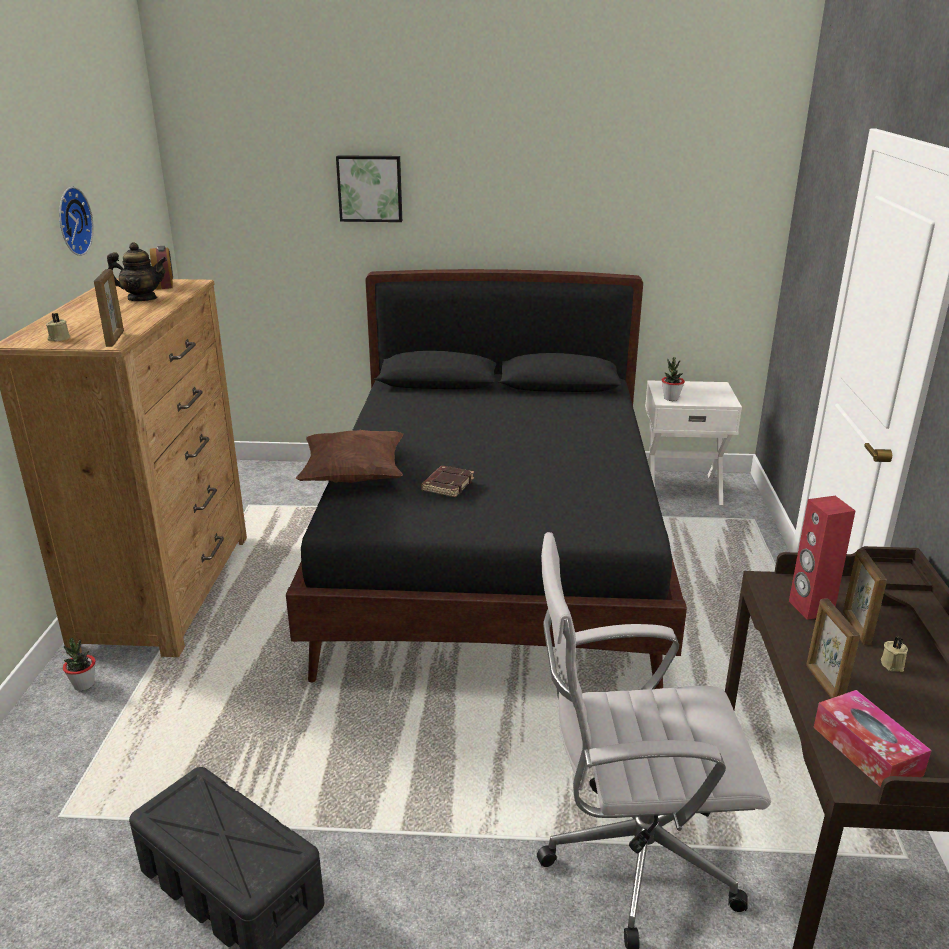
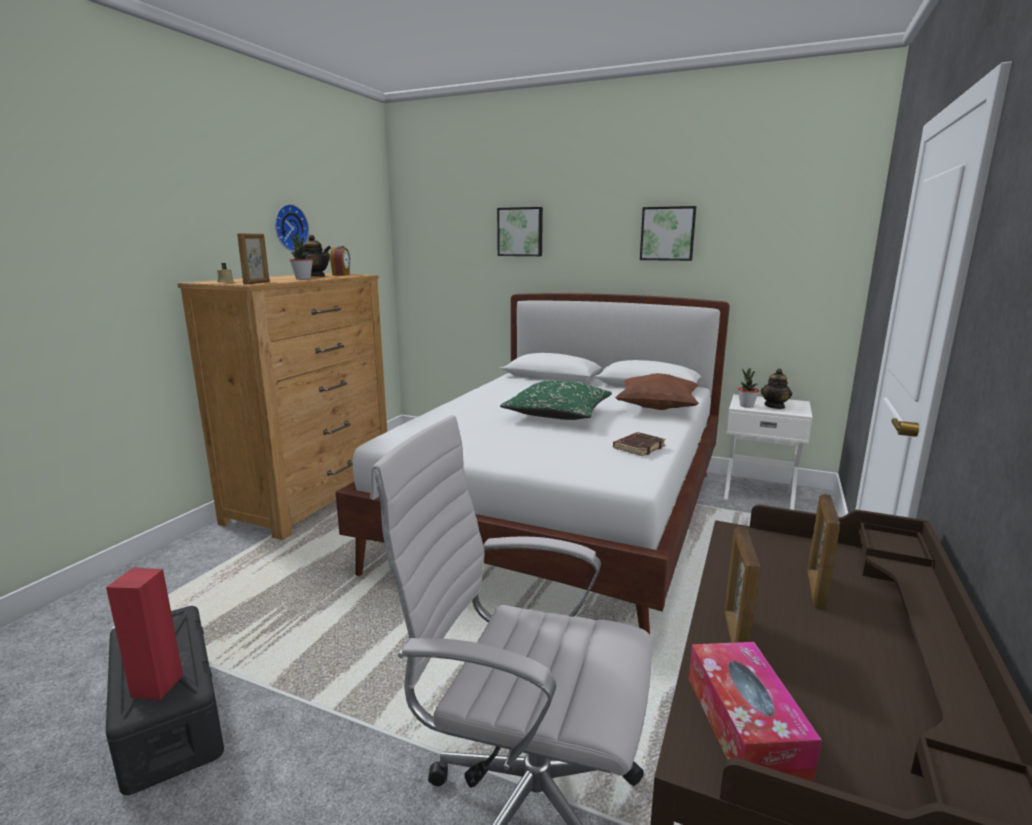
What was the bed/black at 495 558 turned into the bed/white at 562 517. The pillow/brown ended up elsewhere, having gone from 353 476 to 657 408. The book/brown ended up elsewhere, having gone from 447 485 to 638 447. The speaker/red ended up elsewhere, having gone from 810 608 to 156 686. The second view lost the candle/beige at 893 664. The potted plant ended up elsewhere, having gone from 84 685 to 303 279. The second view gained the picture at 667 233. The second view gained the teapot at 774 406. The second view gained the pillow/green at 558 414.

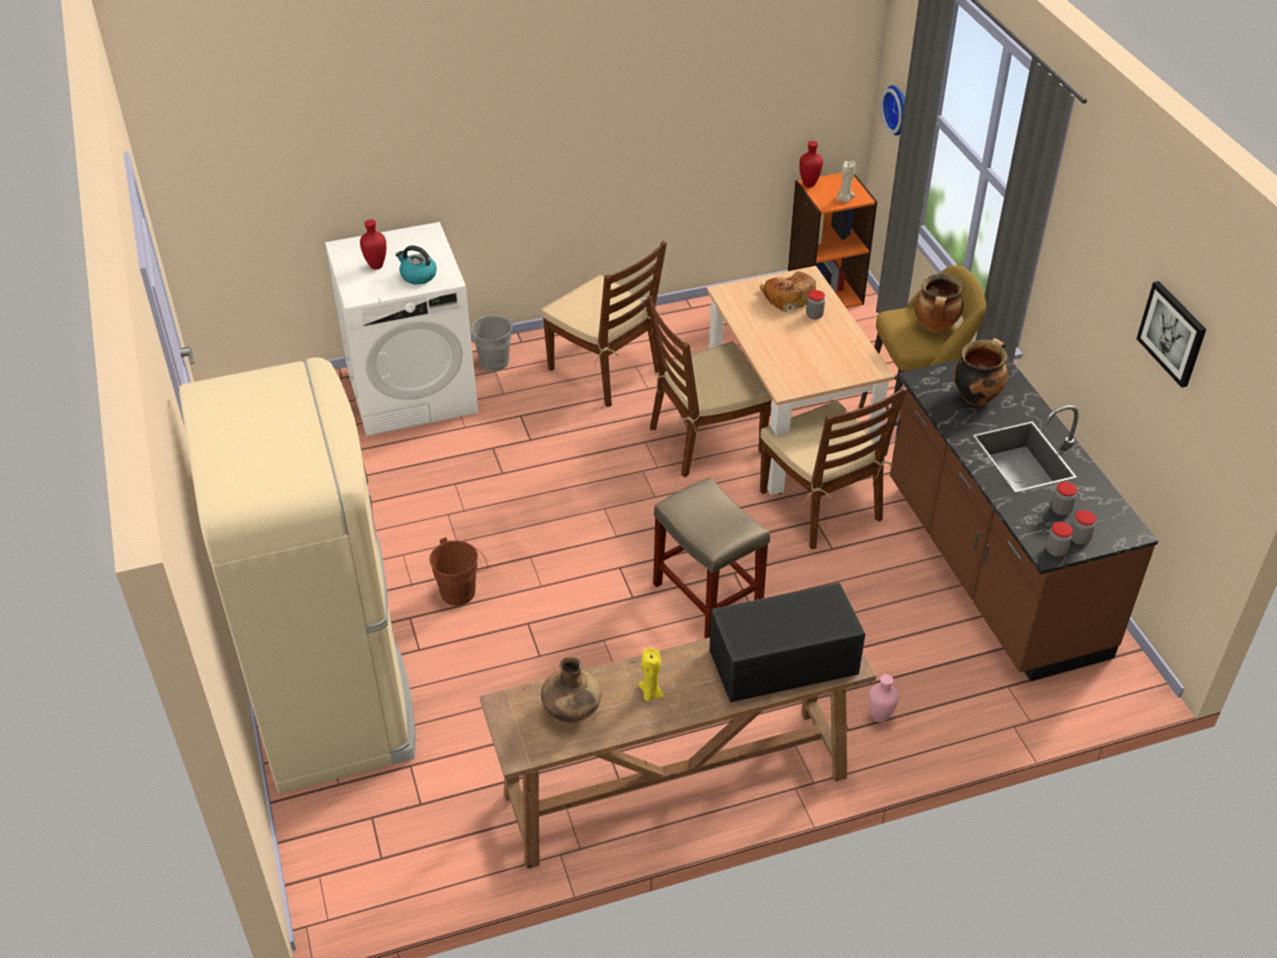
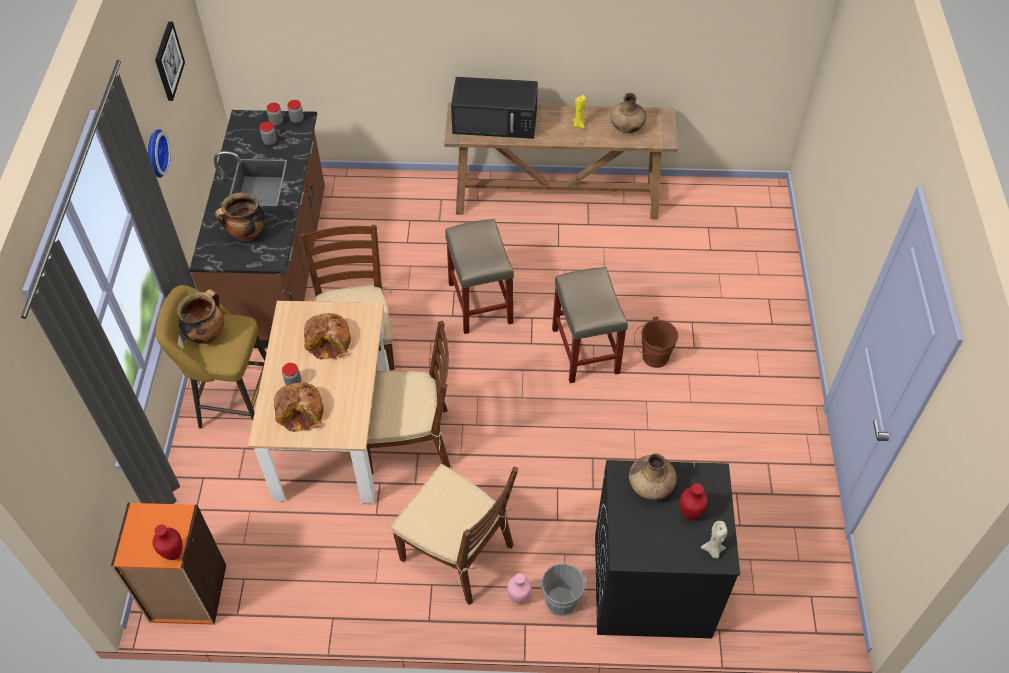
The wall clock ended up elsewhere, having gone from 898 109 to 154 153. The candle/beige ended up elsewhere, having gone from 844 199 to 713 550. What was the washing machine/white at 412 391 turned into the washing machine/black at 650 585. The chair/brown at 606 370 ended up facing another way, 150 degrees clockwise from before. Where the kettle stood at 418 276, the vase/brown came to stand at 650 486. The second view lost the fridge/beige at 334 697. The vase/pink ended up elsewhere, having gone from 880 716 to 518 599. The second view gained the stool/beige at 586 352. The second view gained the bread at 329 341.

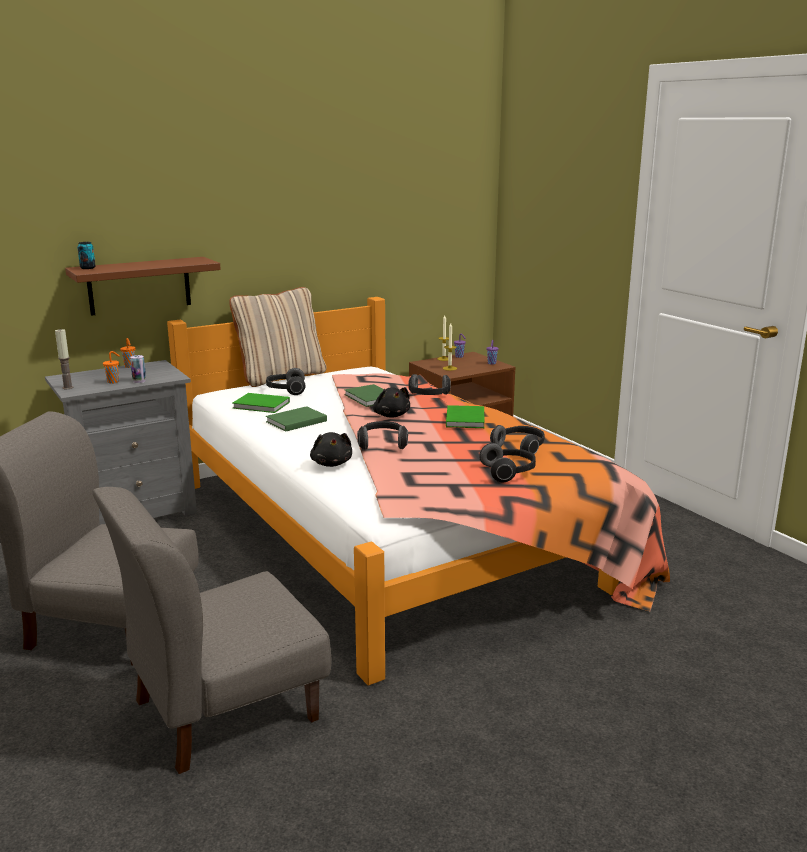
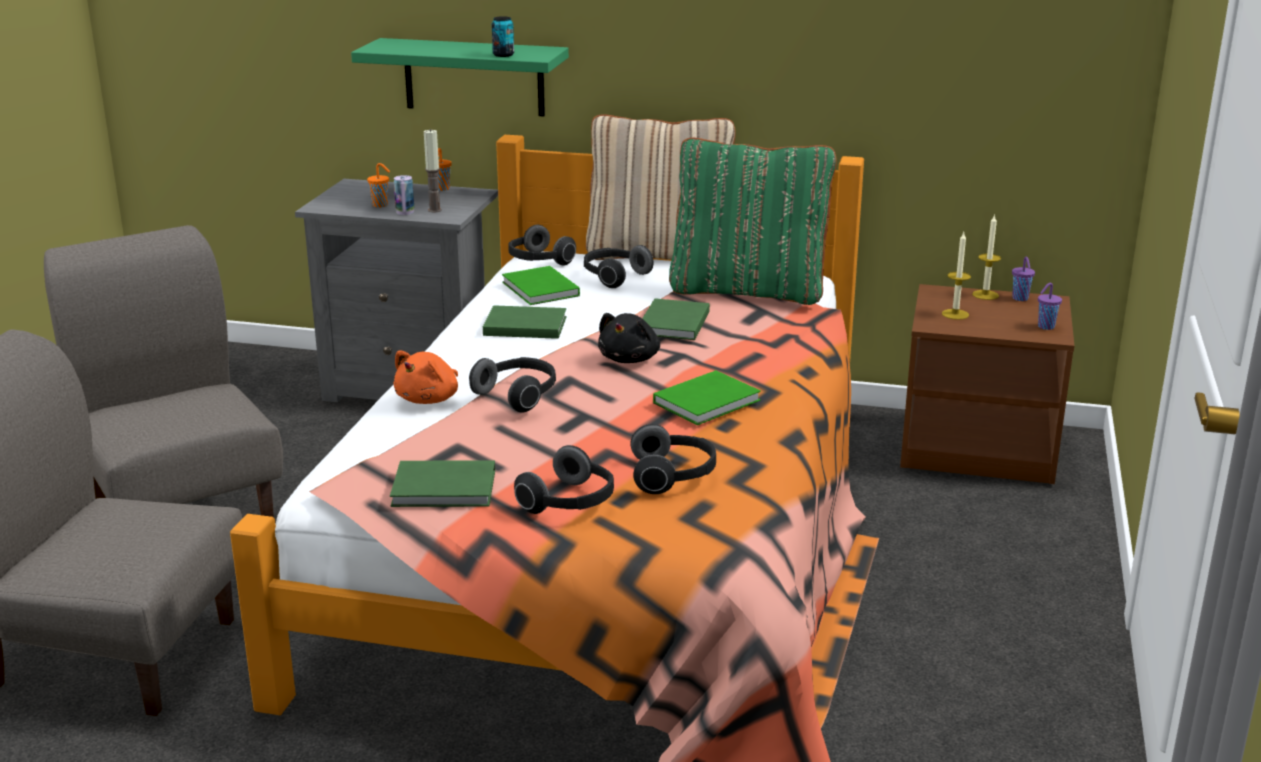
The can ended up elsewhere, having gone from 87 268 to 503 55. What was the shelf/brown at 139 286 turned into the shelf/green at 474 77. The candle ended up elsewhere, having gone from 68 387 to 435 210. The headphones ended up elsewhere, having gone from 429 396 to 538 261. What was the plush toy/black at 331 463 turned into the plush toy/orange at 429 399. The second view gained the pillow/green at 748 290. The second view gained the book/green at 446 489.

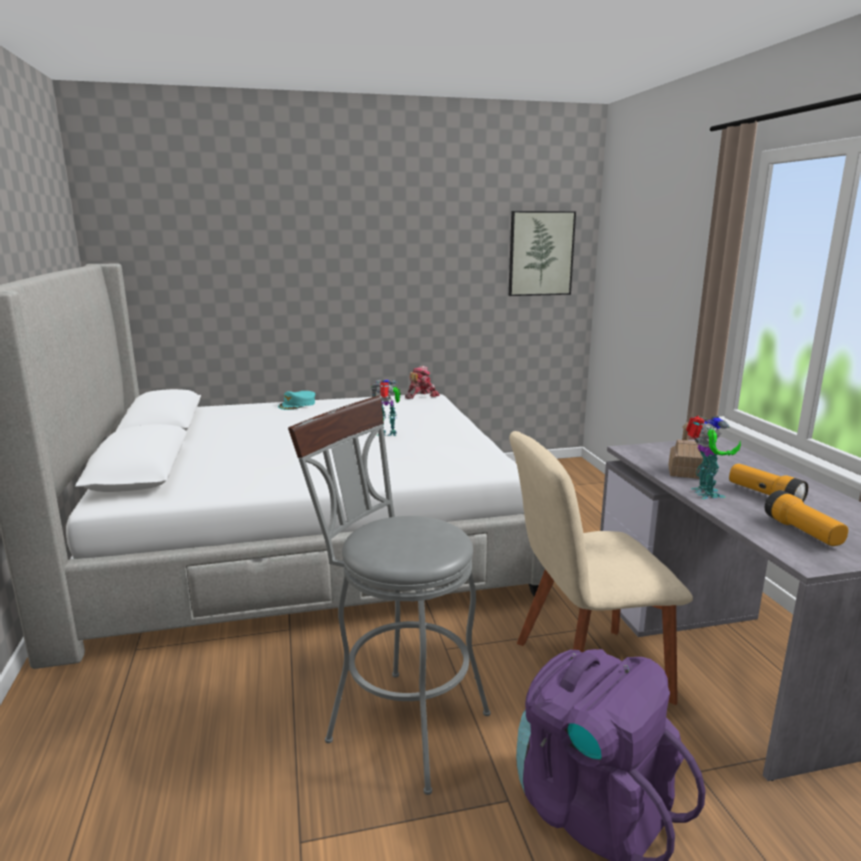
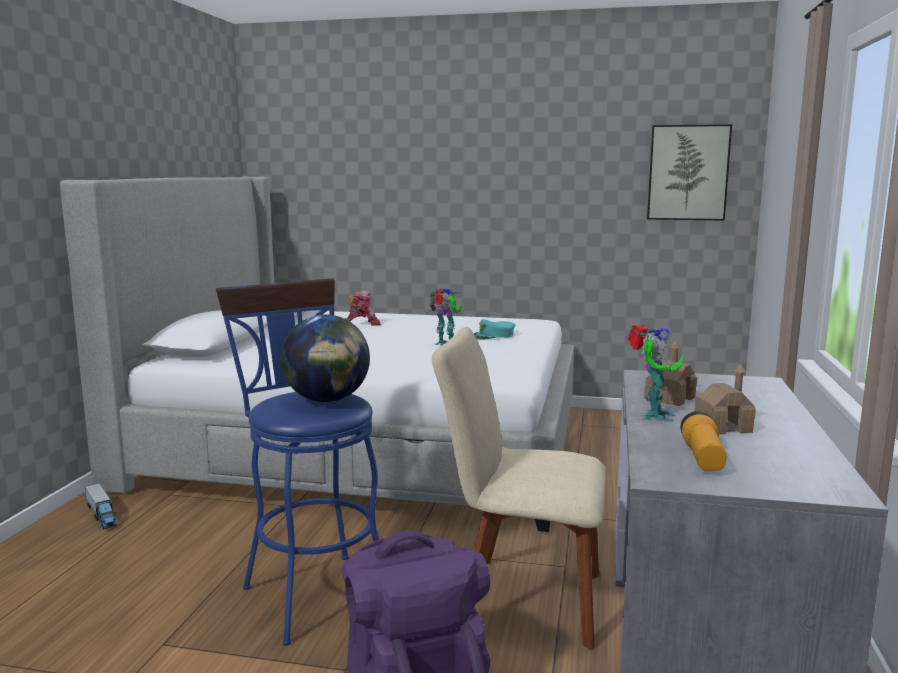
The toy robot ended up elsewhere, having gone from 421 396 to 362 323. The cap/turquoise ended up elsewhere, having gone from 297 405 to 493 335. What was the stool/grey at 397 721 turned into the stool/blue at 312 590. Where the flashlight stood at 764 495, the toy house came to stand at 722 427. The second view gained the globe at 327 400. The second view gained the toy truck at 102 515.

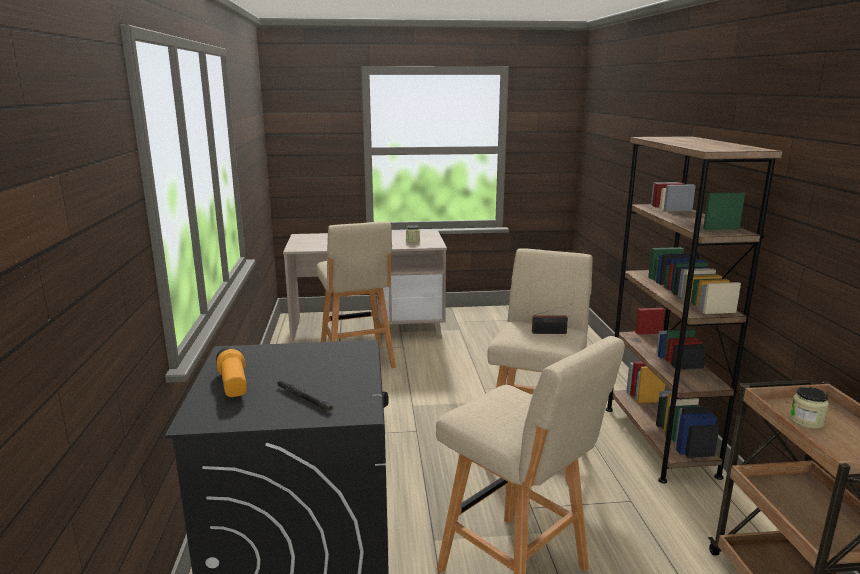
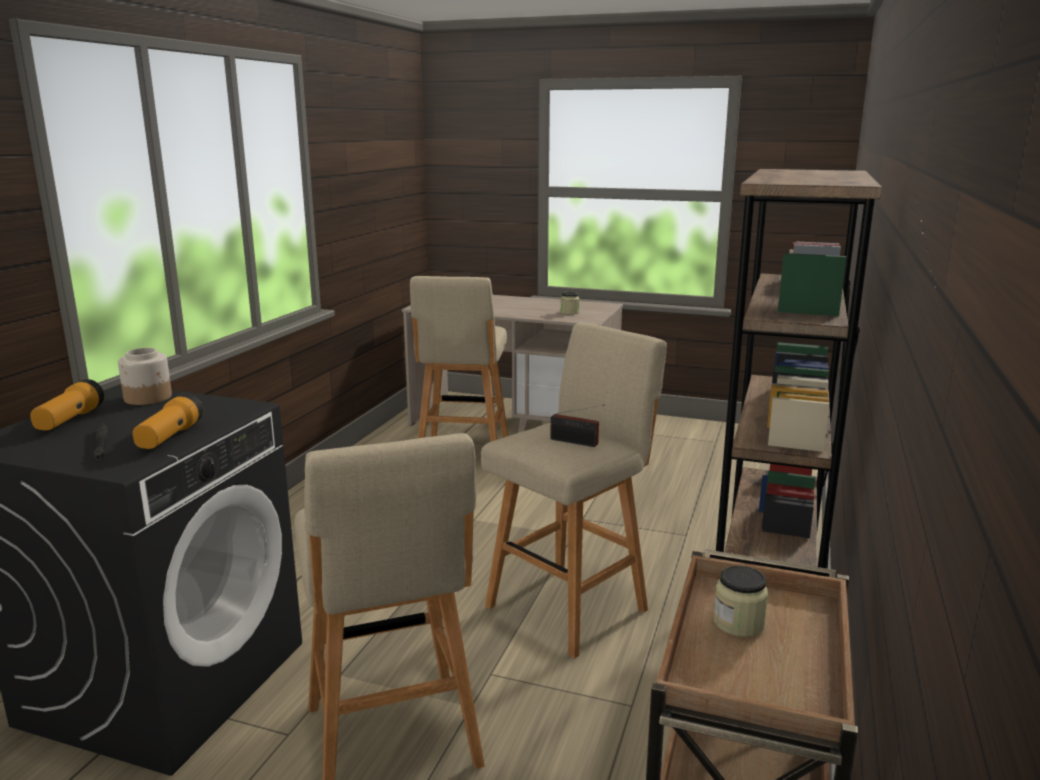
The second view gained the jar at 148 398. The second view gained the flashlight at 170 437.

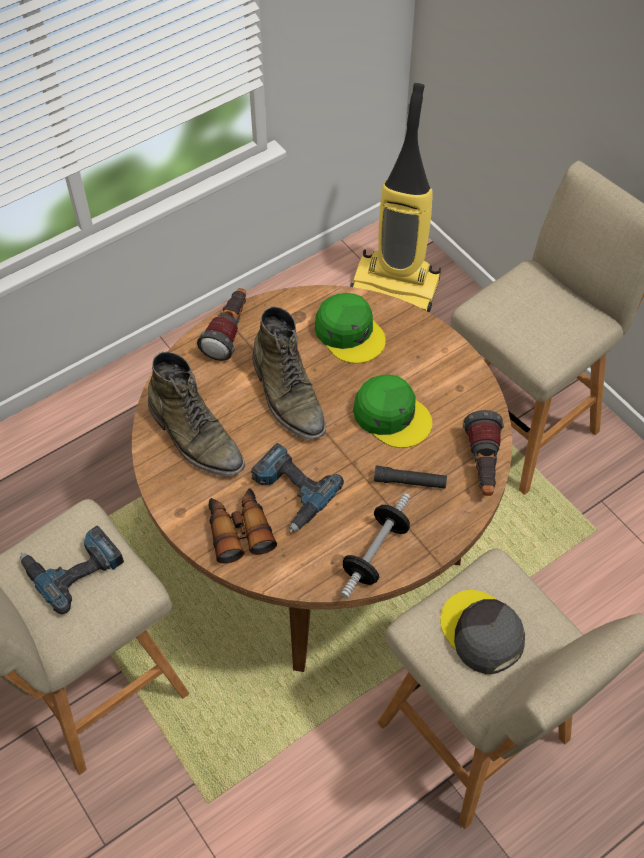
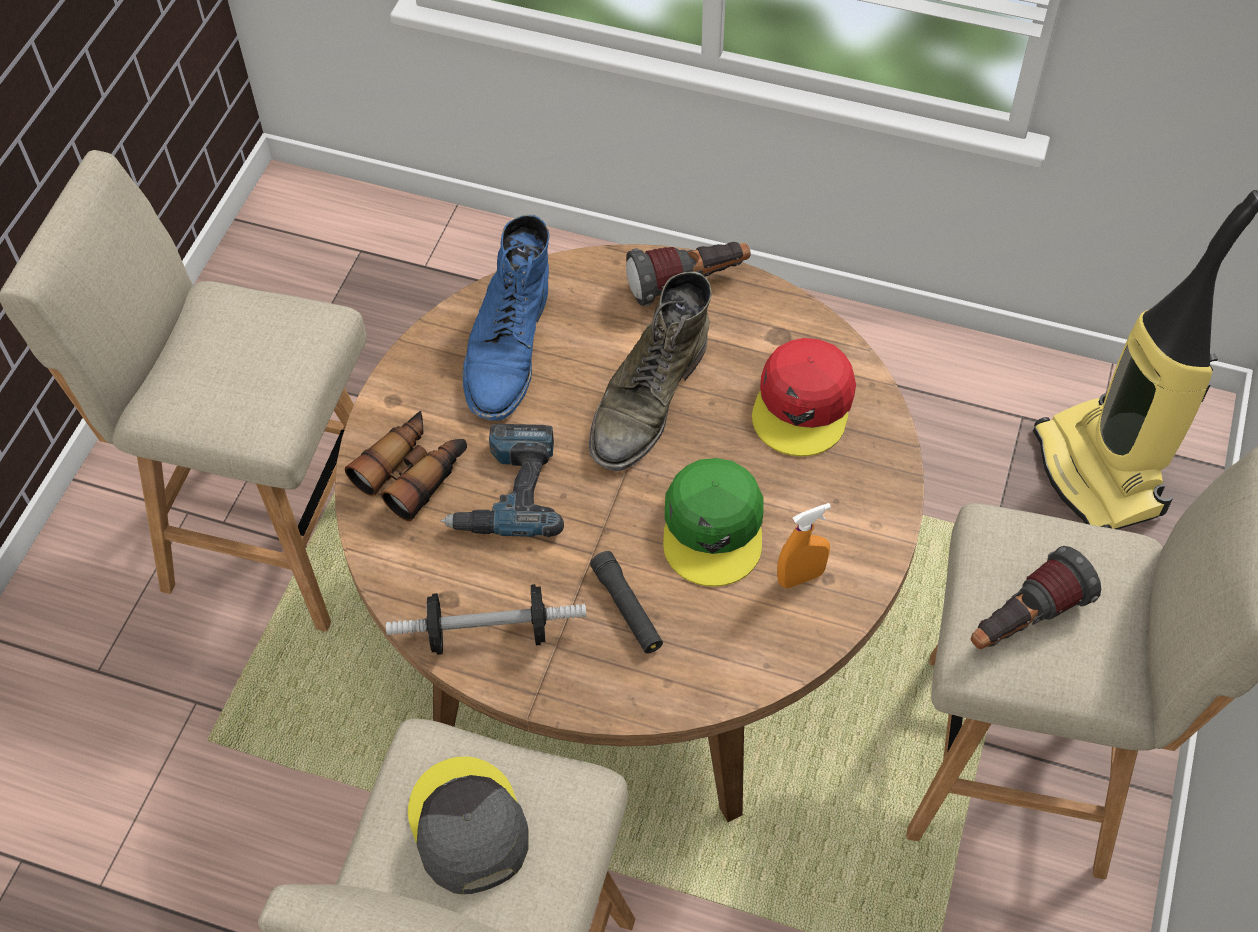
What was the cap/green at 349 333 turned into the cap/red at 804 404. What was the boot/green at 195 437 turned into the boot/blue at 508 349. The flashlight ended up elsewhere, having gone from 482 466 to 1023 621. The second view lost the power drill at 73 567. The cap/grey at 481 633 ended up facing another way, 45 degrees counterclockwise from before. The second view gained the spray bottle/orange at 800 577.

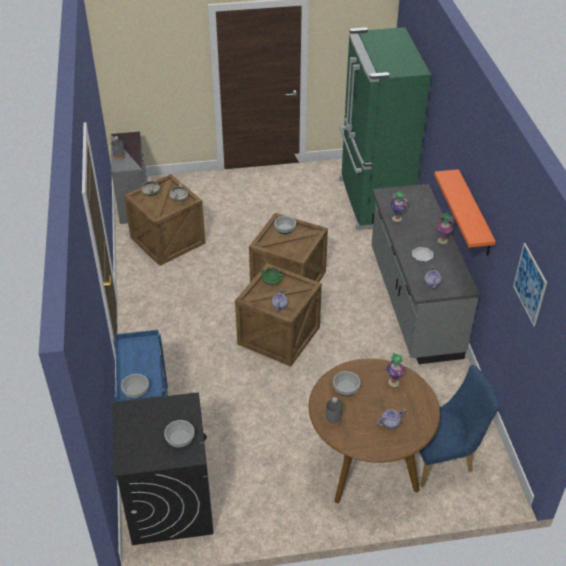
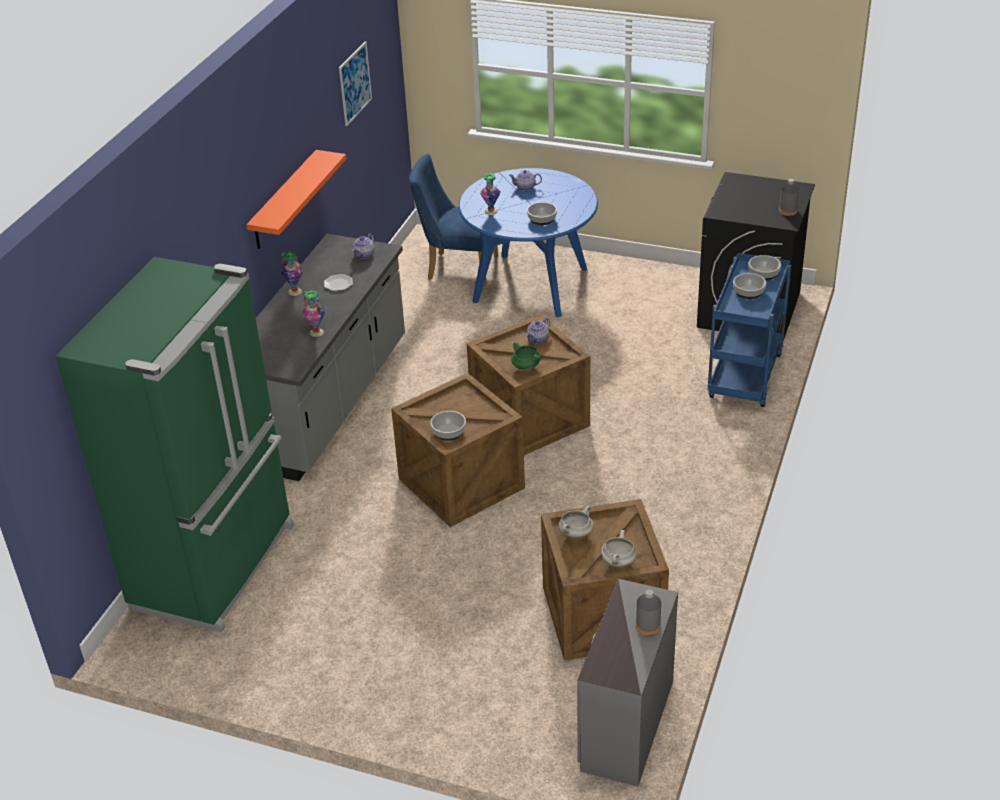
What was the dining table/brown at 367 462 turned into the dining table/blue at 530 285. The bottle/grey ended up elsewhere, having gone from 333 419 to 788 211. The bowl ended up elsewhere, having gone from 180 438 to 748 292.

